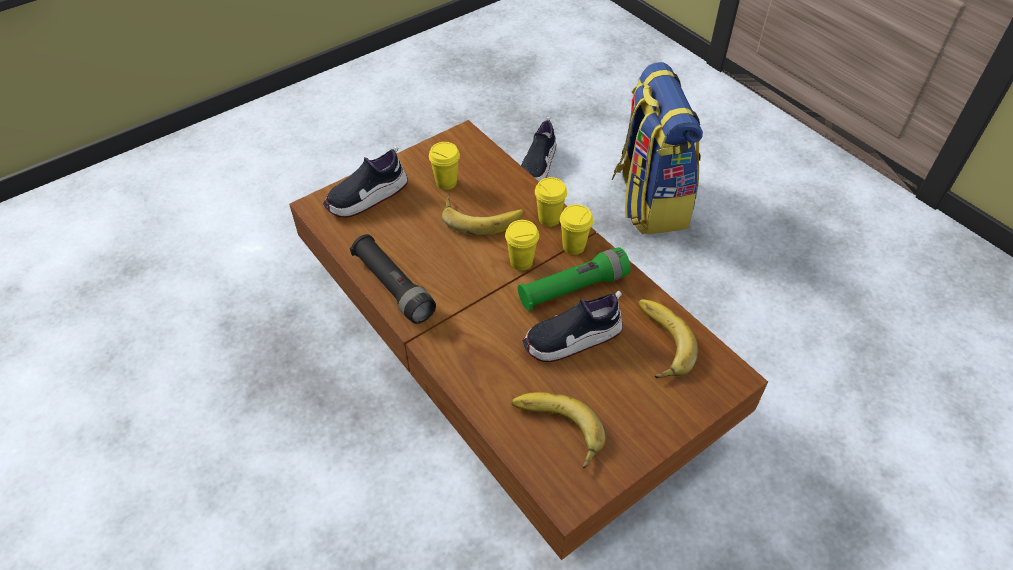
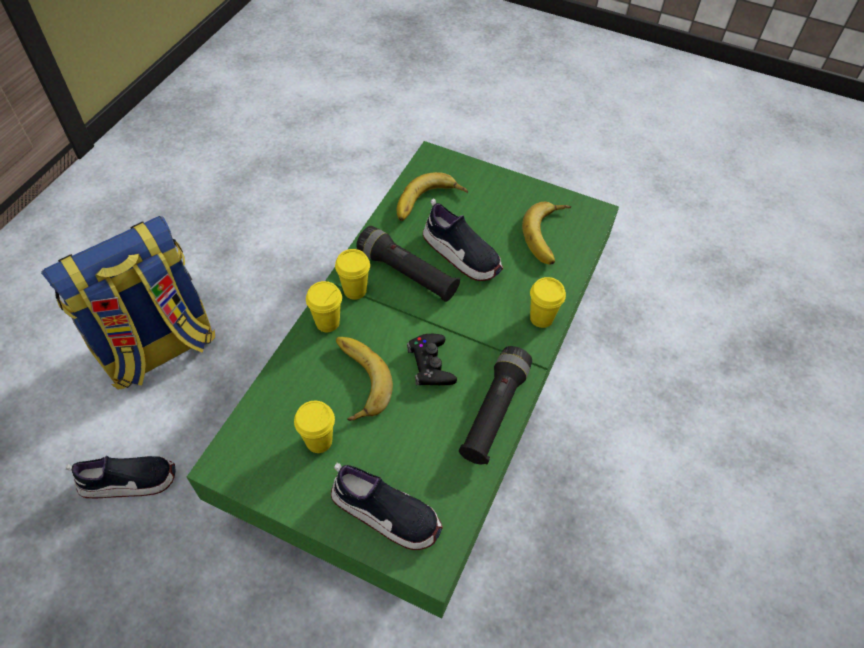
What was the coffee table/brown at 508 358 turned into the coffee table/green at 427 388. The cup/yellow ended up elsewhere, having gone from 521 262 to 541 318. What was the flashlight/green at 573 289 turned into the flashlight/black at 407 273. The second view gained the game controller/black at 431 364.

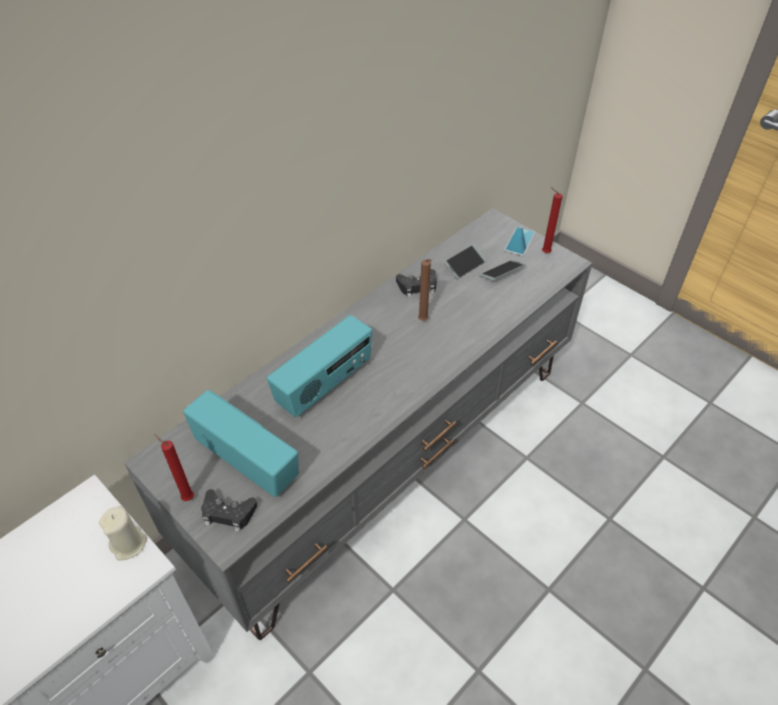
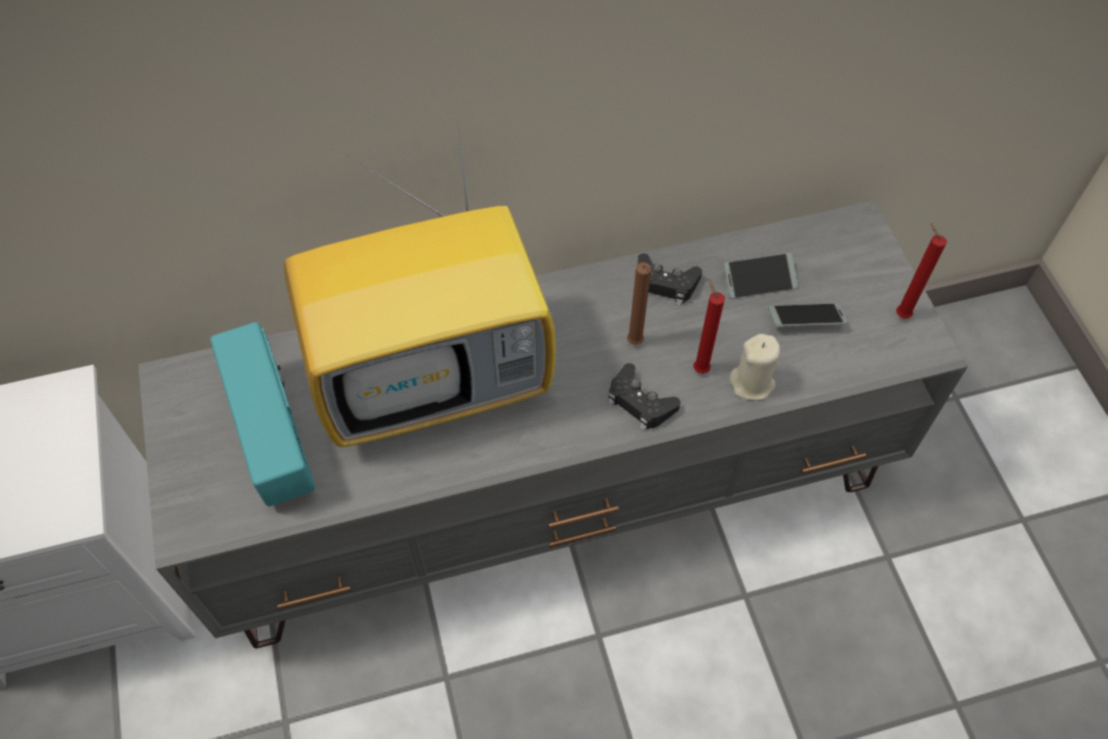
The second view lost the phone at 519 242. Where the radio stood at 325 385, the television came to stand at 436 377. The candle/red ended up elsewhere, having gone from 186 497 to 699 368. The game controller/black ended up elsewhere, having gone from 228 513 to 640 402. The candle/beige ended up elsewhere, having gone from 129 544 to 752 383.

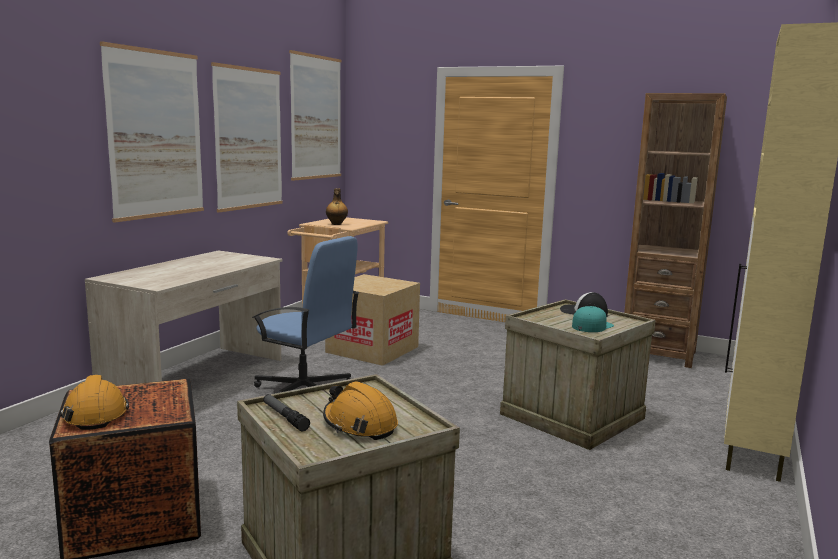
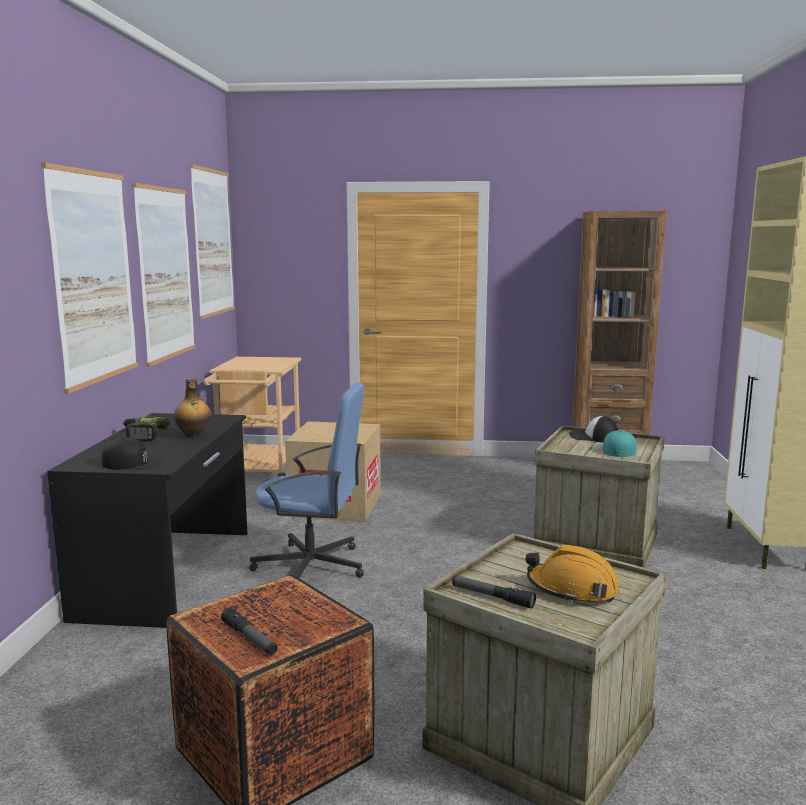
The bottle ended up elsewhere, having gone from 336 224 to 193 436. What was the desk/beige at 197 378 turned into the desk/black at 169 573. Where the hard hat/orange stood at 95 414, the flashlight came to stand at 249 638. The second view gained the power drill at 142 435. The second view gained the cap/black at 132 463.

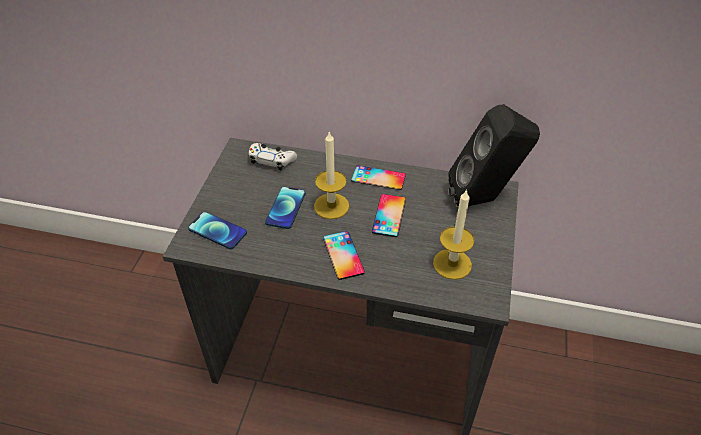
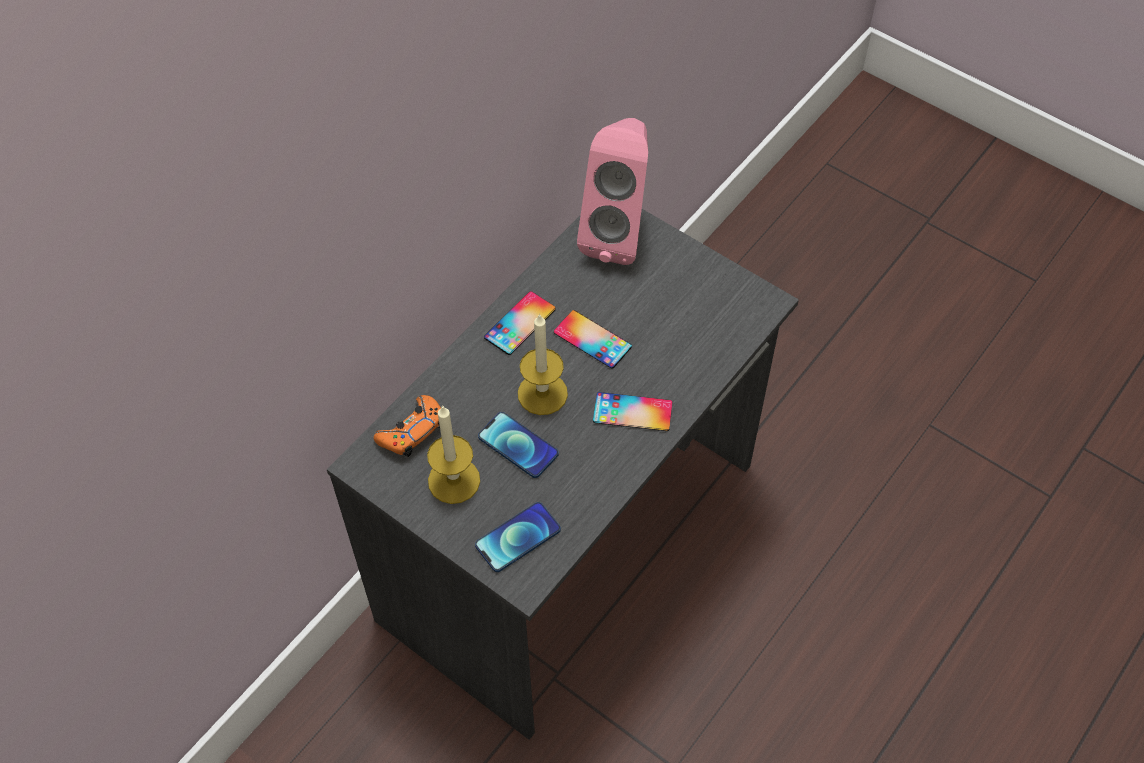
What was the speaker/black at 484 199 turned into the speaker/pink at 617 234. What was the game controller/white at 272 160 turned into the game controller/orange at 412 431. The candle ended up elsewhere, having gone from 452 264 to 454 480.

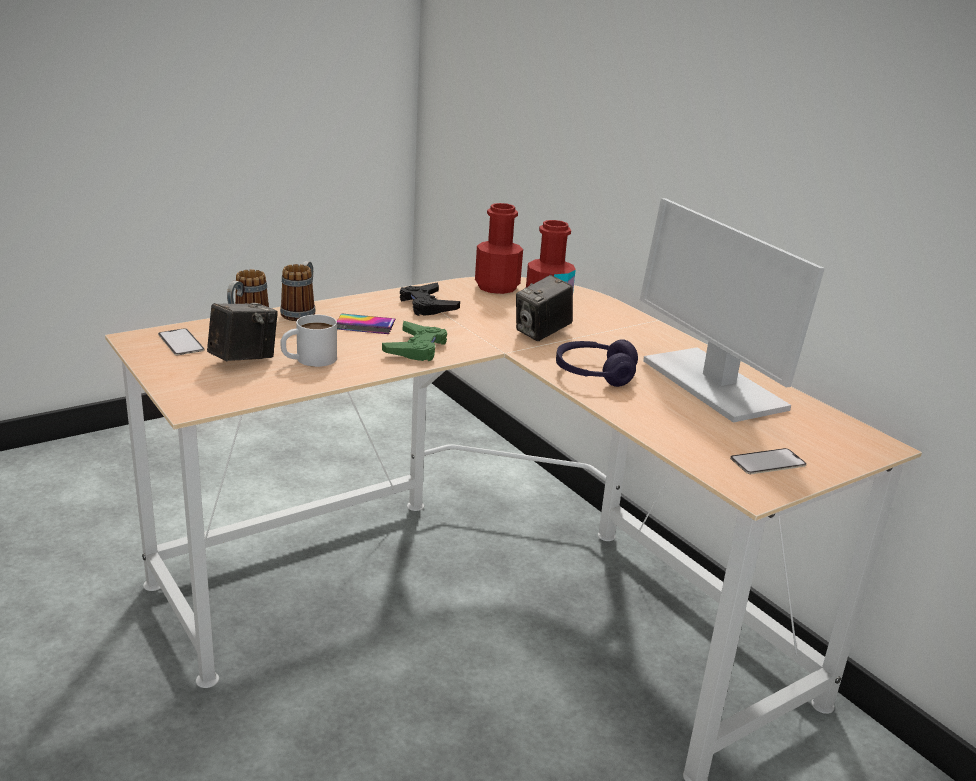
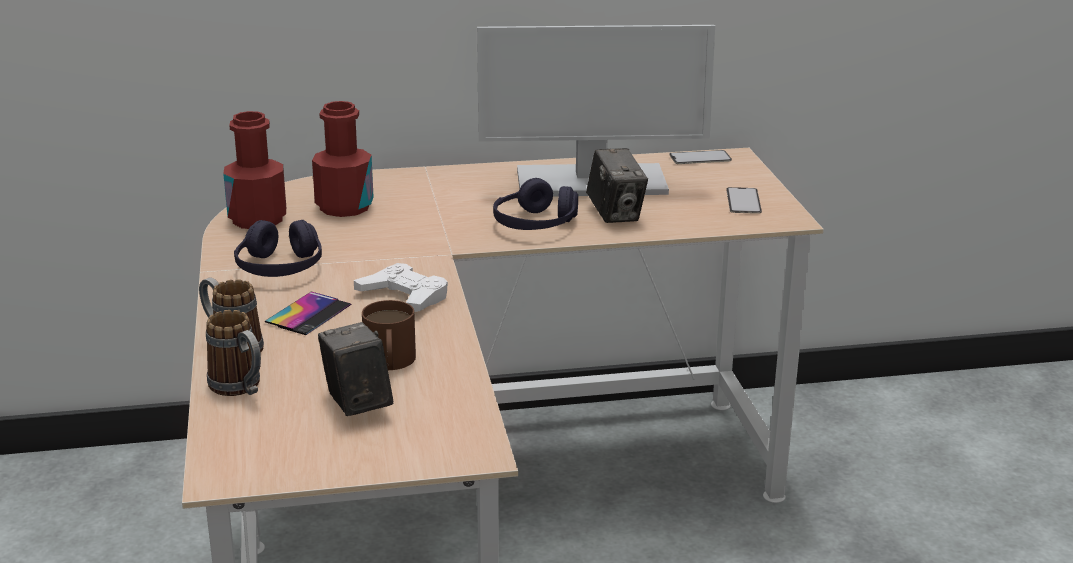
The photo camera ended up elsewhere, having gone from 542 333 to 615 214. Where the game controller/black stood at 427 305, the headphones/purple came to stand at 280 268. What was the mug/white at 308 359 turned into the mug/brown at 390 363. What was the game controller/green at 416 348 turned into the game controller/white at 404 296. The phone ended up elsewhere, having gone from 181 342 to 700 158.

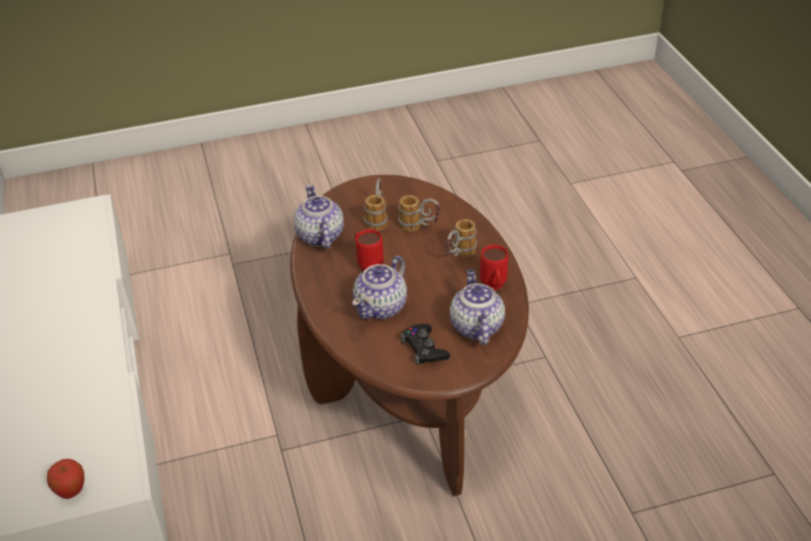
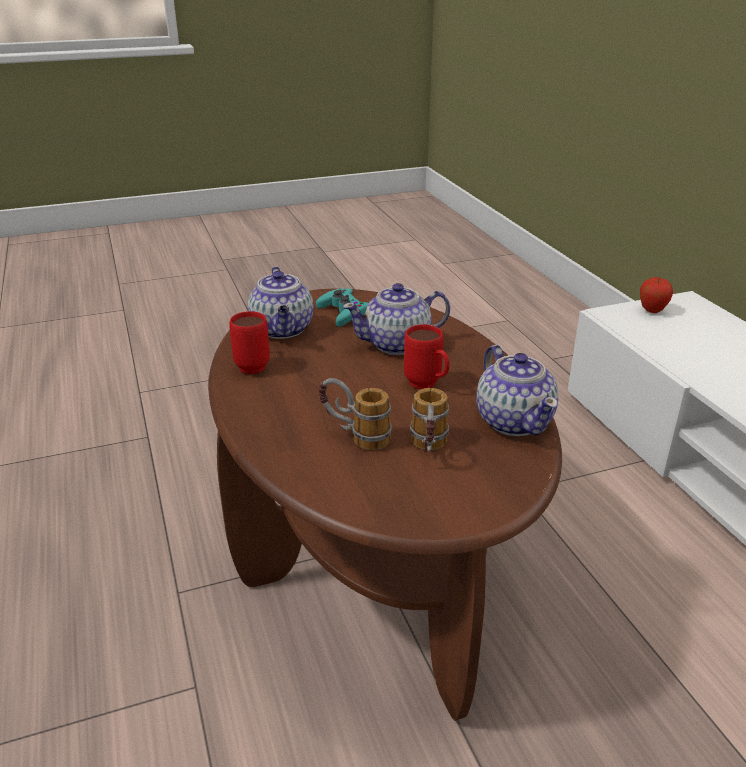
The second view lost the mug at 459 255. The teapot at 381 307 ended up facing another way, 135 degrees counterclockwise from before. What was the game controller/black at 424 349 turned into the game controller/turquoise at 343 313.

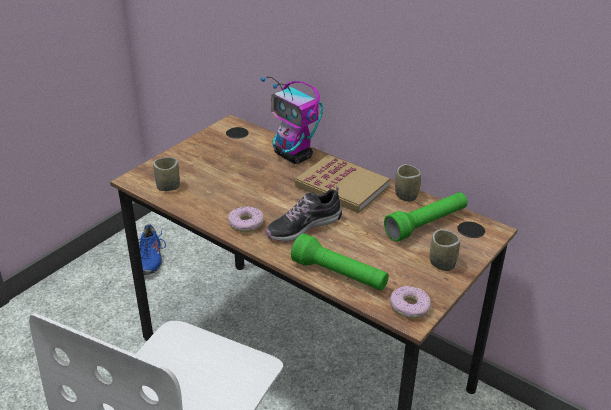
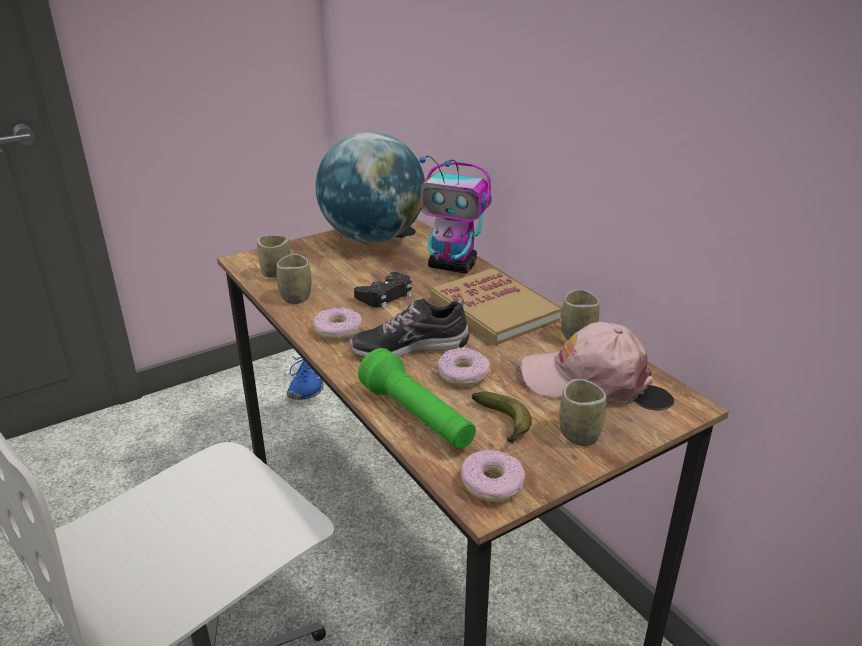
The toy robot at 294 156 ended up facing another way, 45 degrees counterclockwise from before. Where the flashlight/green stood at 426 224, the cap/pink came to stand at 585 377. The second view gained the globe at 373 237. The second view gained the cup at 296 297. The second view gained the game controller/black at 386 296. The second view gained the donut at 463 374. The second view gained the banana at 504 424.

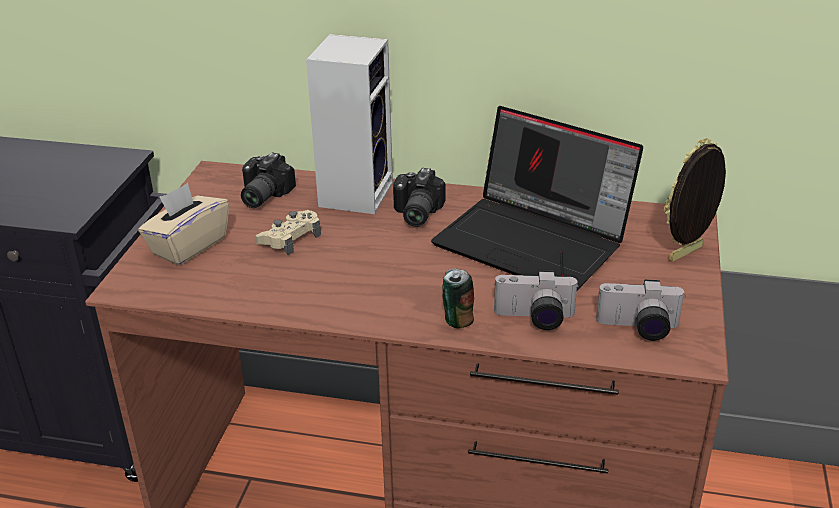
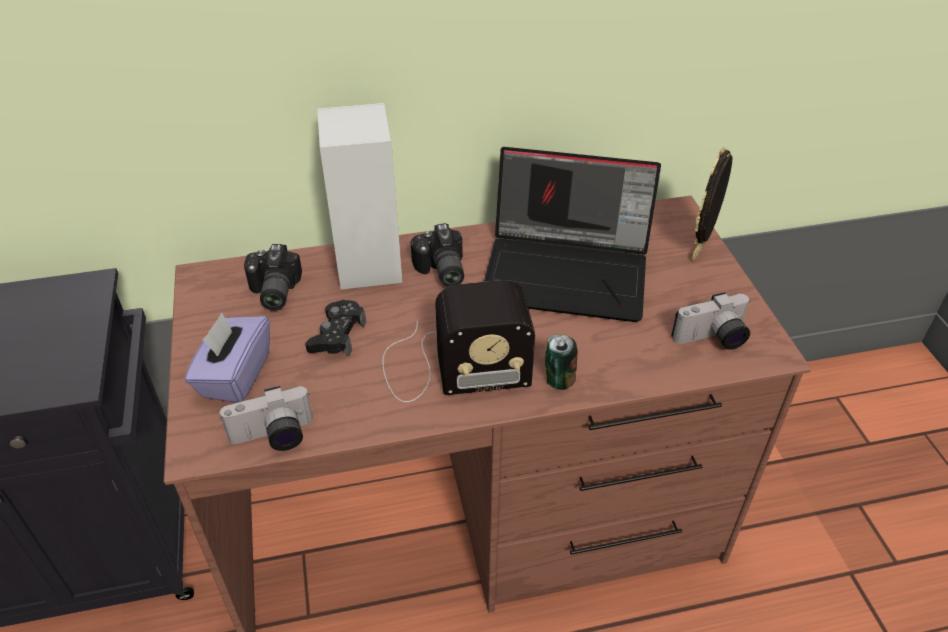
What was the tissue box/beige at 188 246 turned into the tissue box/purple at 235 376. What was the game controller/beige at 290 238 turned into the game controller/black at 337 335. The photo camera ended up elsewhere, having gone from 534 319 to 273 437. The second view gained the radio at 450 367.

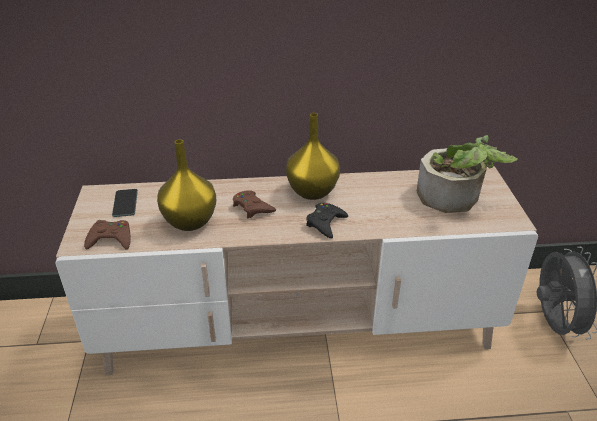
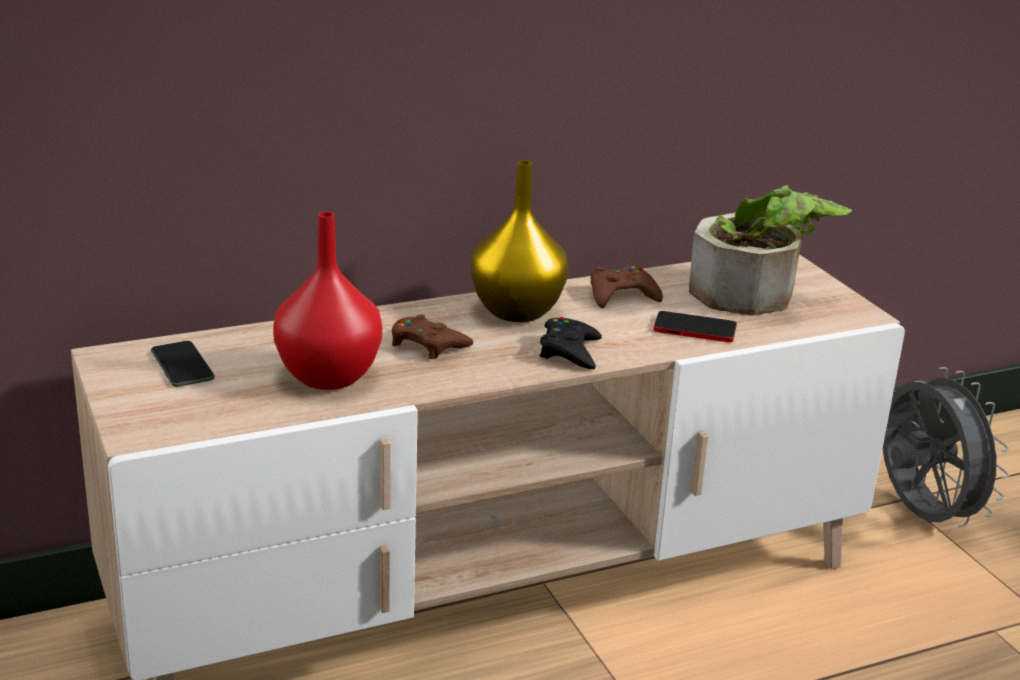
What was the vase/yellow at 191 221 turned into the vase/red at 329 375. The game controller/brown ended up elsewhere, having gone from 111 239 to 621 295. The second view gained the phone at 694 329.

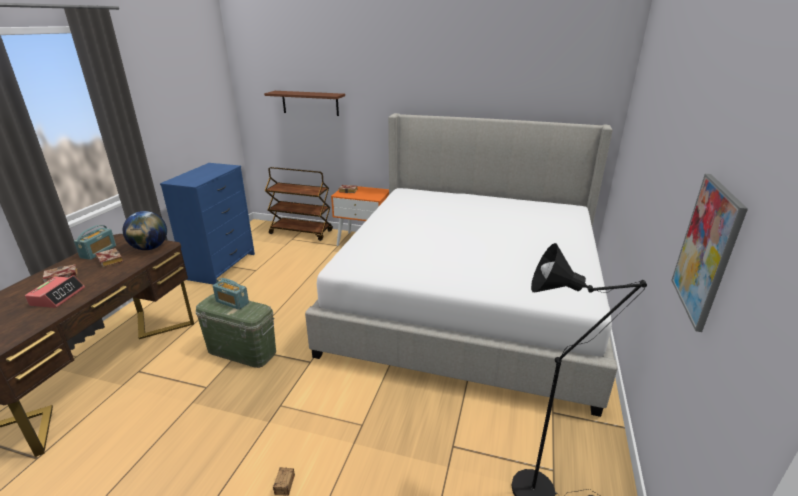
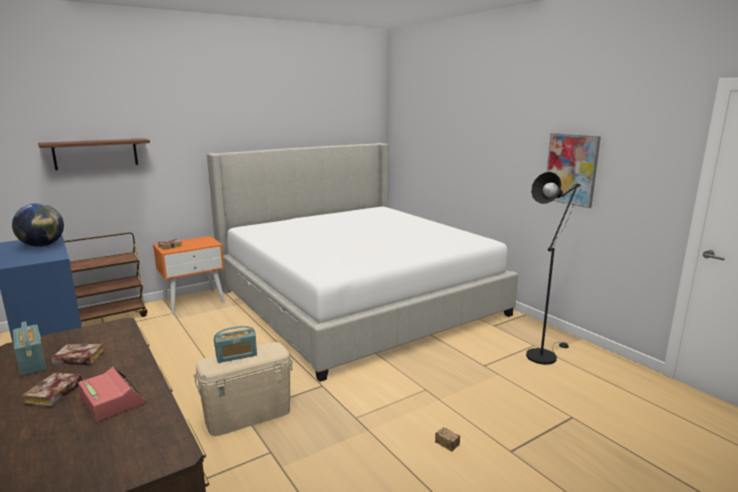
The globe ended up elsewhere, having gone from 150 248 to 42 246. What was the storage box/green at 242 351 turned into the storage box/beige at 248 415.

